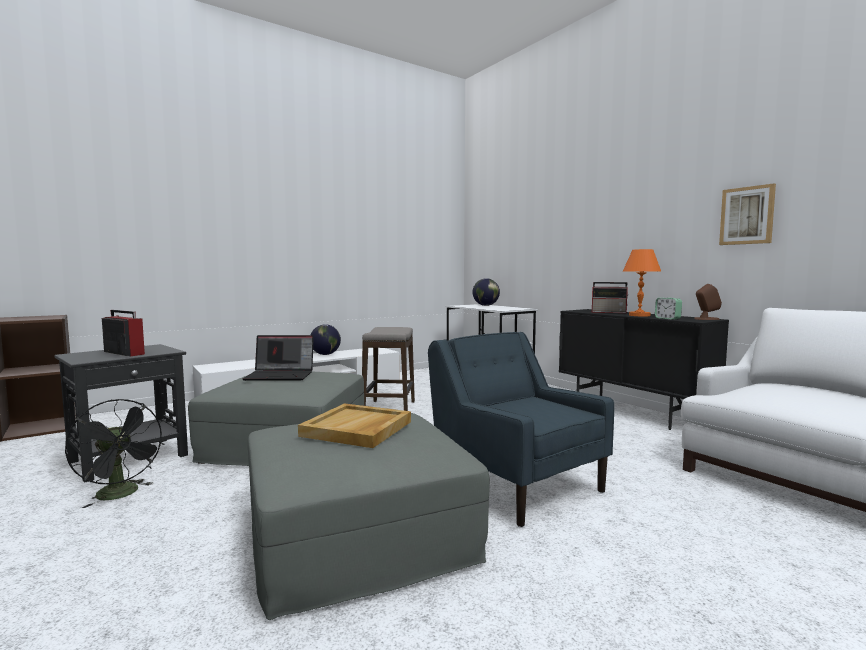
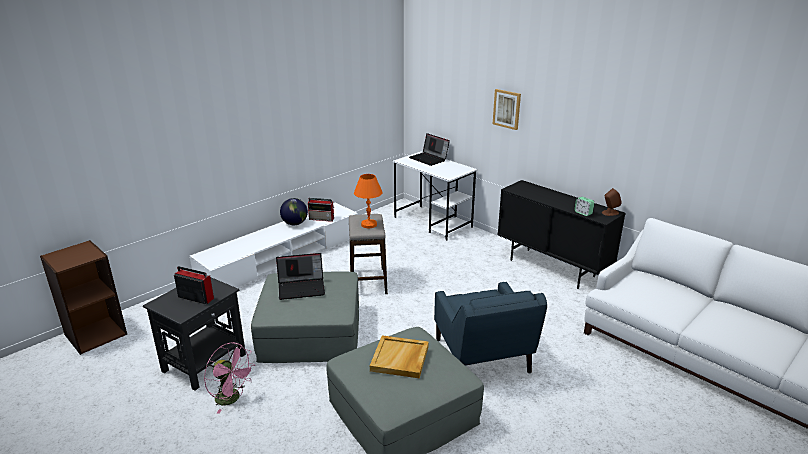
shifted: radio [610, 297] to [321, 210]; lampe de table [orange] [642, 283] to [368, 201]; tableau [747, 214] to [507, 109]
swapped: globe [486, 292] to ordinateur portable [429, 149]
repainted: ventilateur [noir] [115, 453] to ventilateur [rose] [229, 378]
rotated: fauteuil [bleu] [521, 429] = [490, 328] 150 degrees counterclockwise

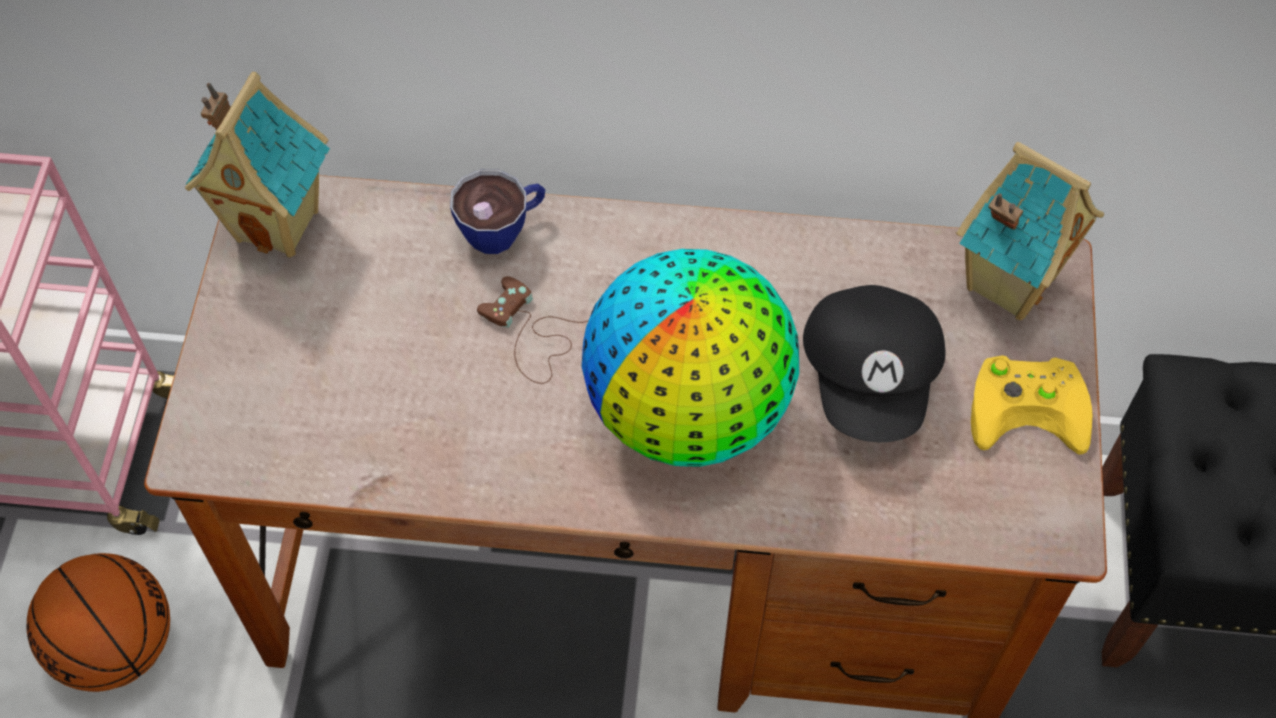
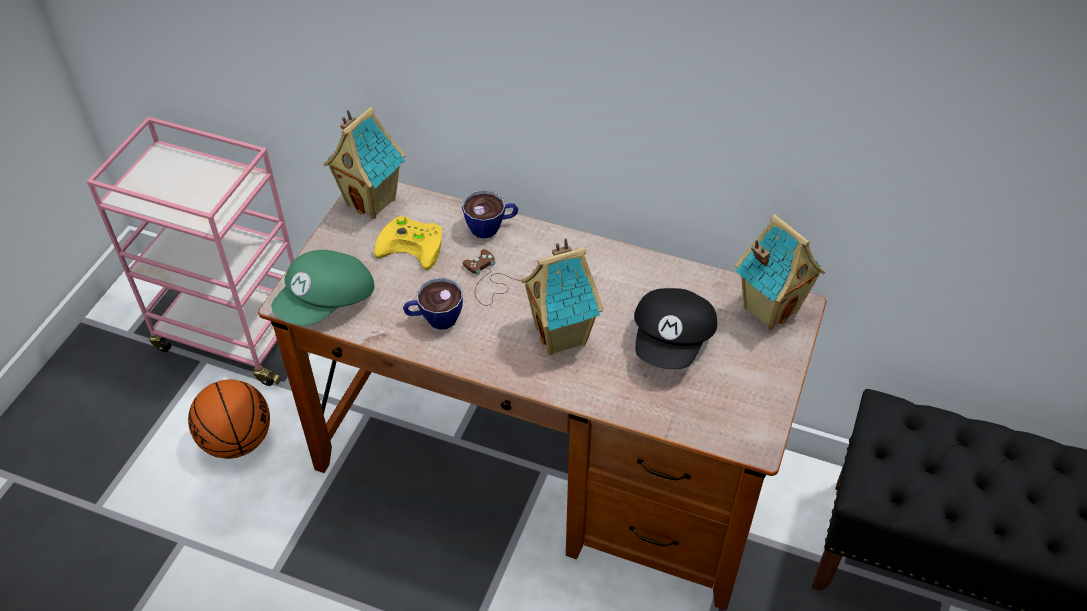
new: casquette [vert] [322, 288]; tasse [433, 304]
shifted: manette [jaune] [1031, 405] to [408, 243]
swapped: globe [690, 358] to maison miniature [562, 296]

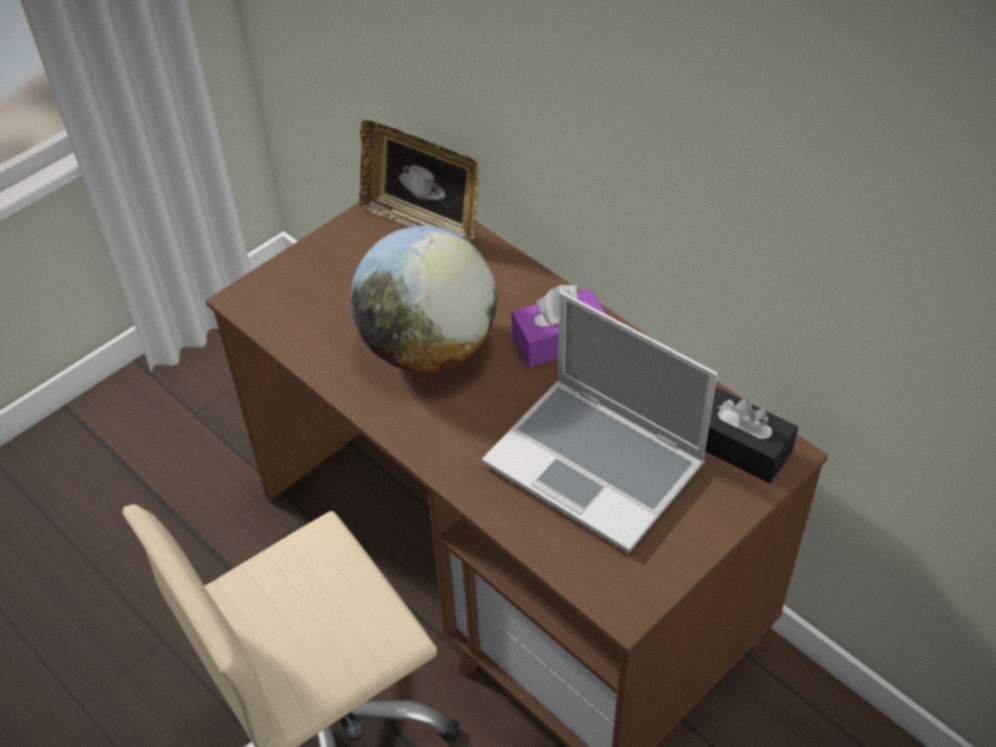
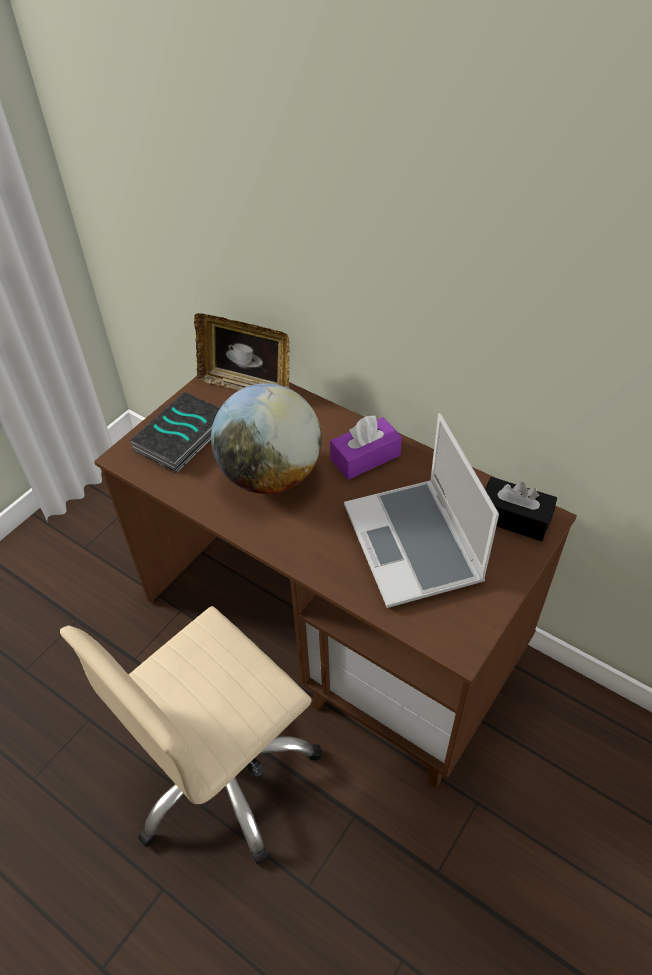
new: livre [175, 432]
rotated: ordinateur portable [599, 422] = [421, 510] 45 degrees clockwise

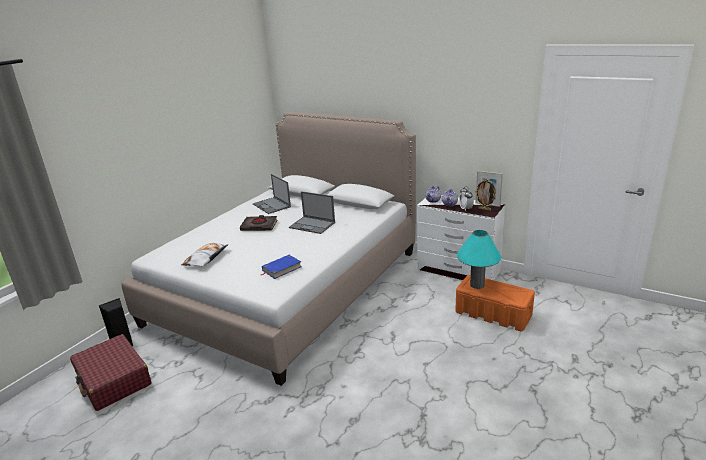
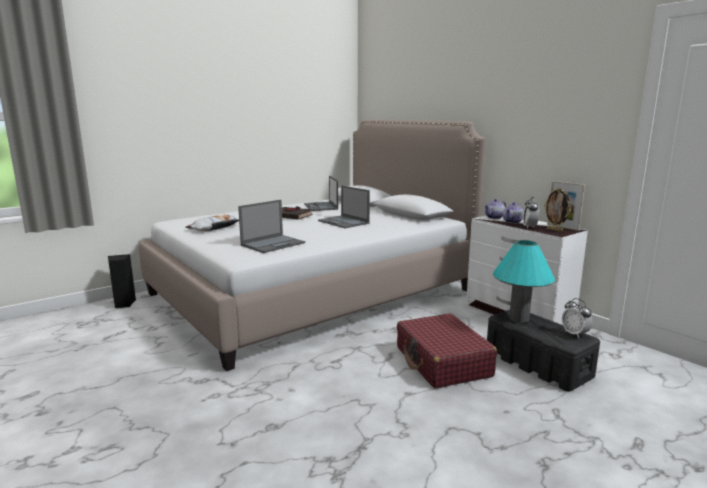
new: réveil [577, 318]
shifted: valise [rouge] [110, 372] to [447, 350]
swapped: livre [bleu] [281, 267] to ordinateur portable [271, 226]
repainted: boîte de rangement [orange] [495, 303] to boîte de rangement [noir] [543, 350]

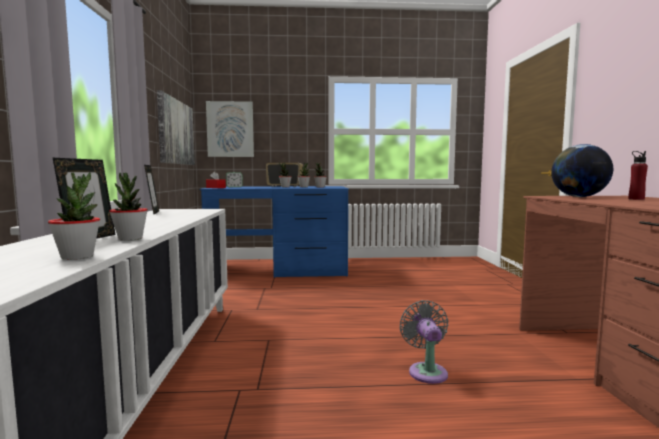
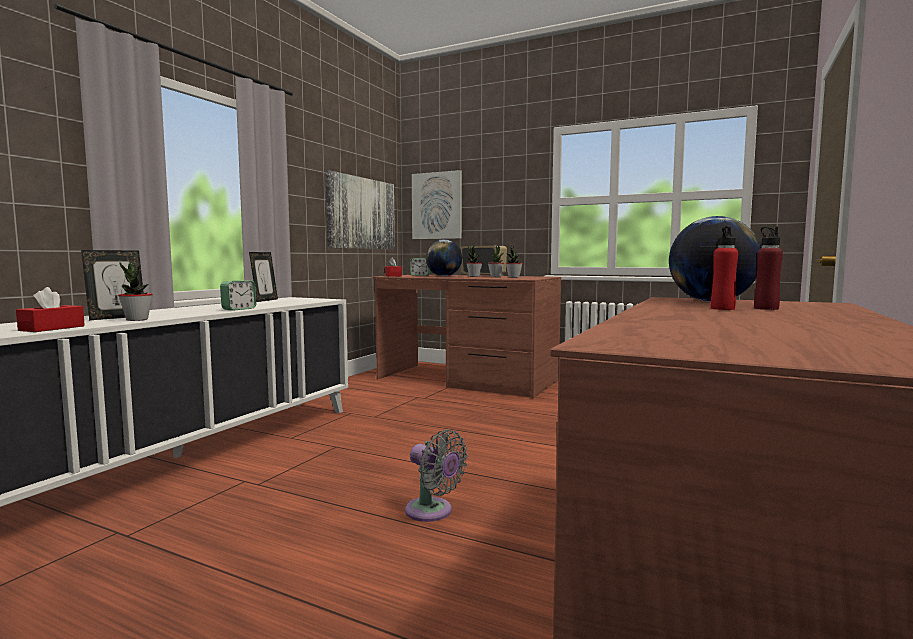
new: réveil [238, 295]; globe [444, 257]; bouteille [rouge] [724, 268]
swapped: plante en pot [74, 216] to boîte à mouchoirs [rouge] [50, 309]
repainted: bureau [bleu] [274, 232] to bureau [marron] [467, 336]
rotated: ventilateur [gris] [423, 342] = [436, 475] 105 degrees clockwise

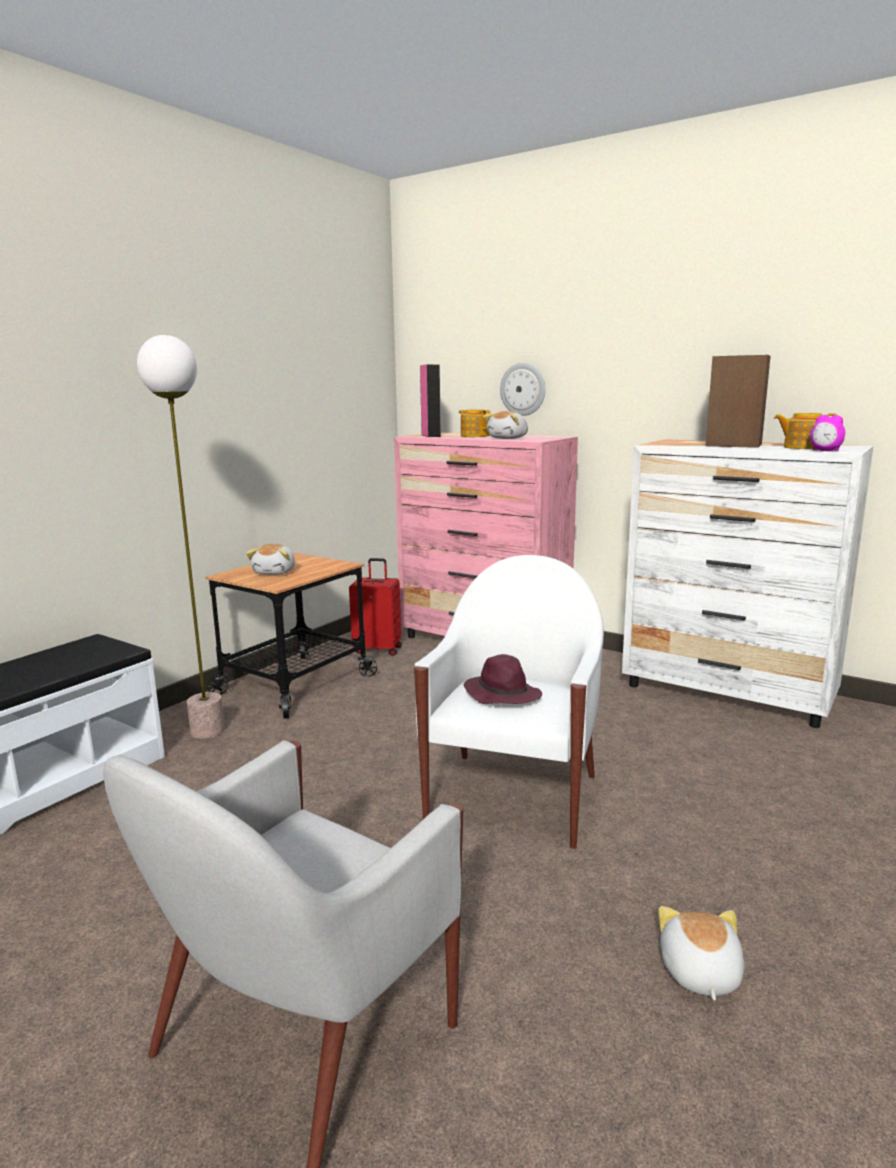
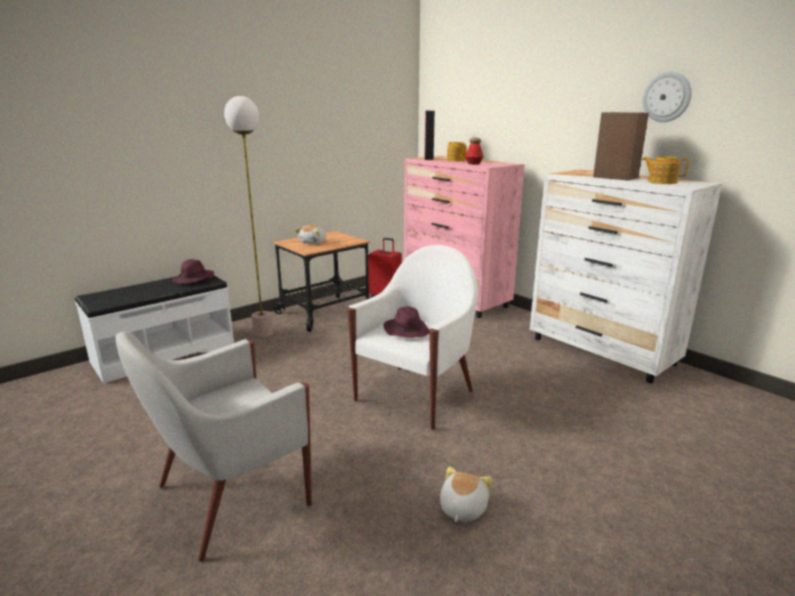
gone: réveil [827, 433]
new: chapeau [violet] [193, 271]
shifted: horloge murale [523, 389] to [667, 97]
swapped: peluche [505, 425] to bouteille [474, 151]

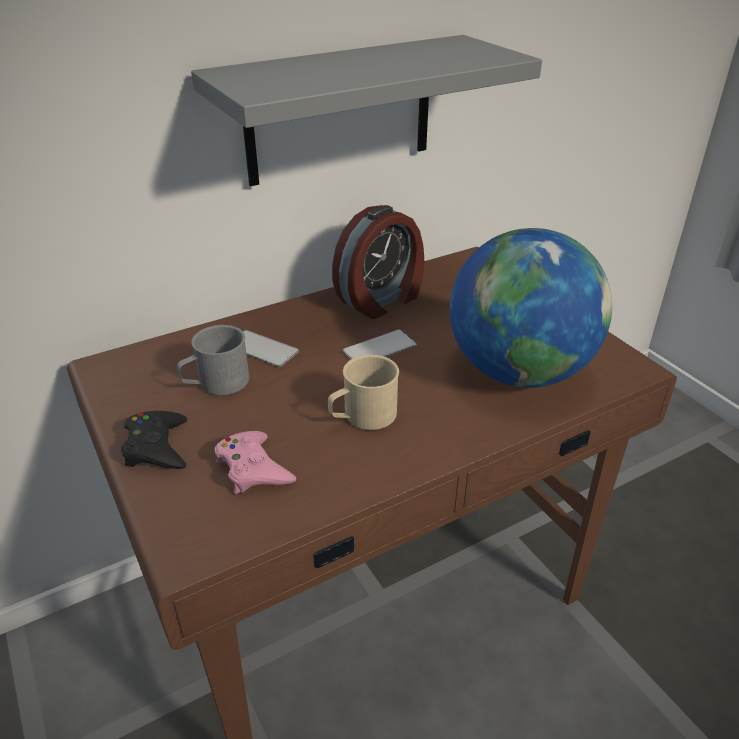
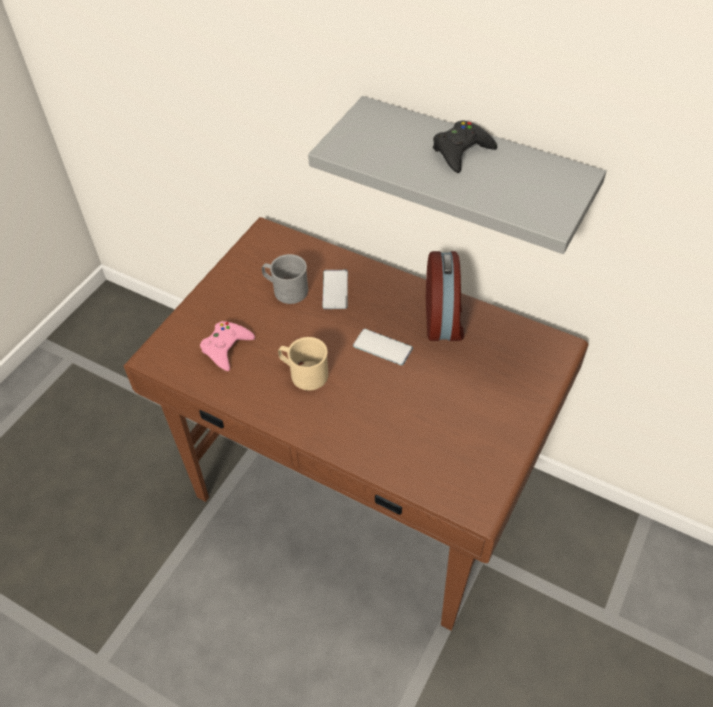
gone: globe [531, 308]
shifted: manette [noir] [154, 440] to [465, 146]
rotated: réveil [378, 262] = [445, 296] 105 degrees counterclockwise

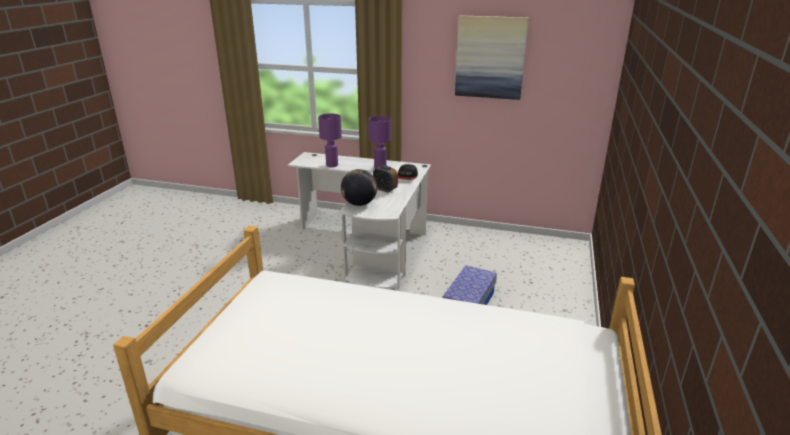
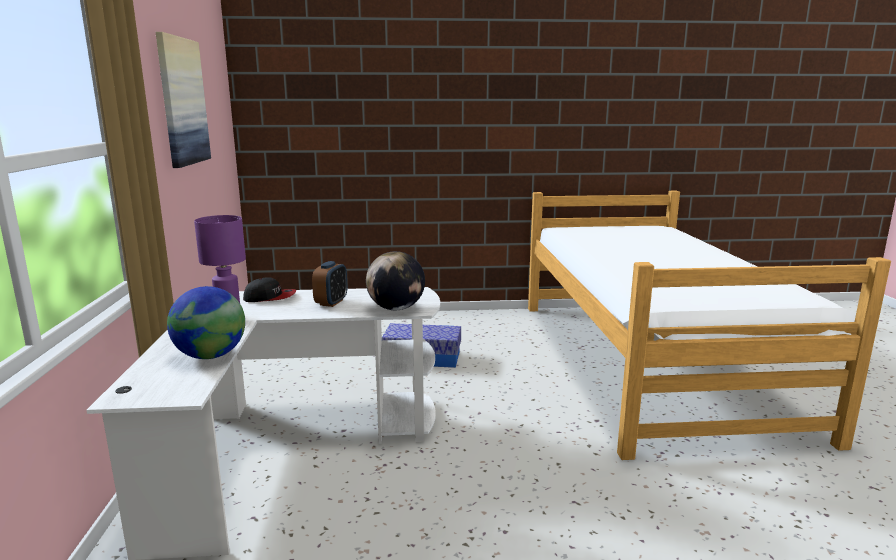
swapped: lampe de table [violet] [330, 140] to globe [206, 322]

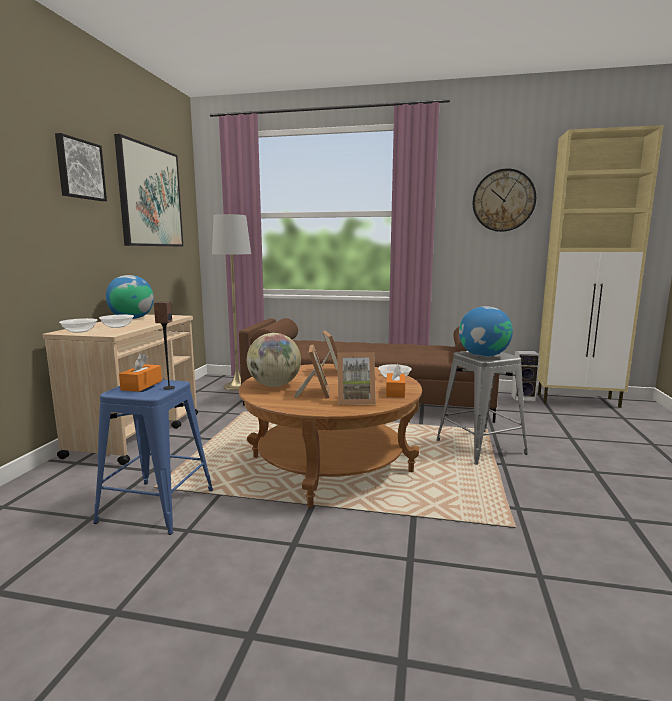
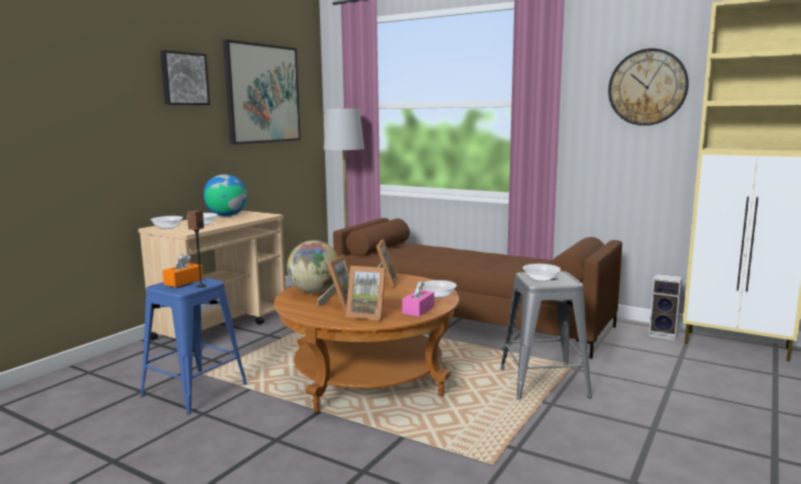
swapped: globe [486, 331] to bol [542, 273]
repainted: boîte à mouchoirs [orange] [395, 381] to boîte à mouchoirs [rose] [418, 299]

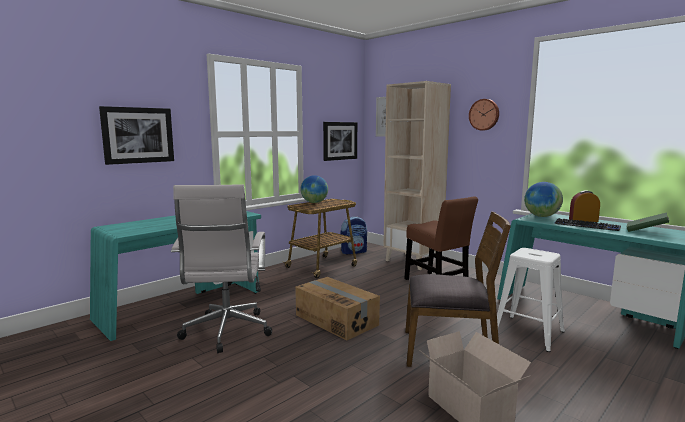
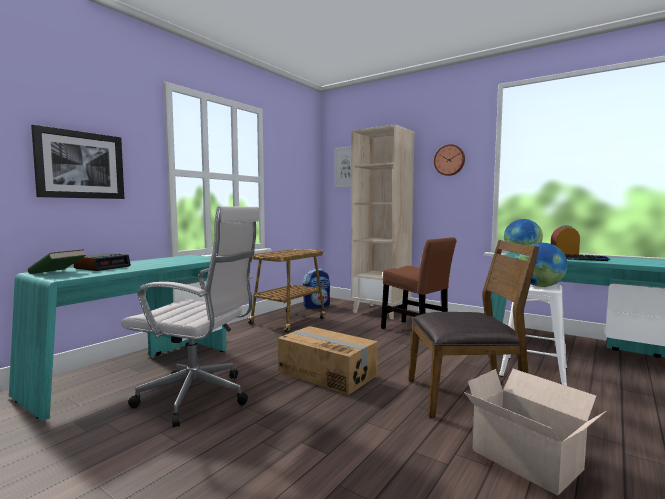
gone: tableau [340, 141]
new: réveil [102, 262]
shifted: globe [314, 189] to [543, 265]; livre [vert] [647, 222] to [57, 261]
rotated: chaise de bureau [blanc] [221, 268] = [190, 316] 60 degrees counterclockwise

